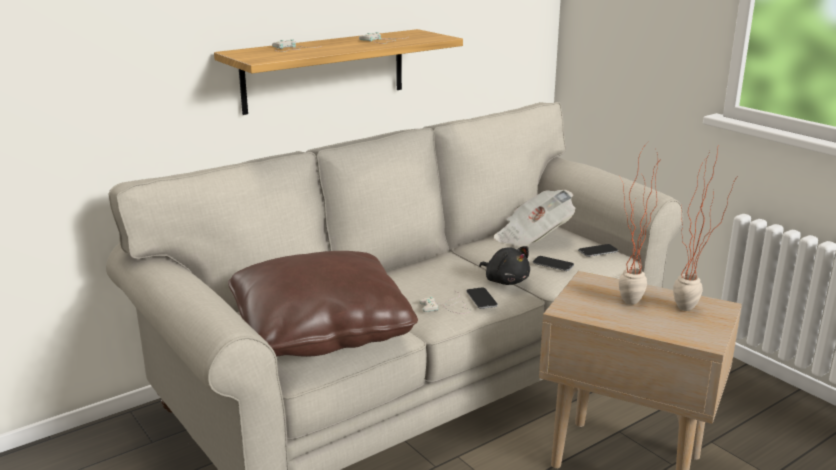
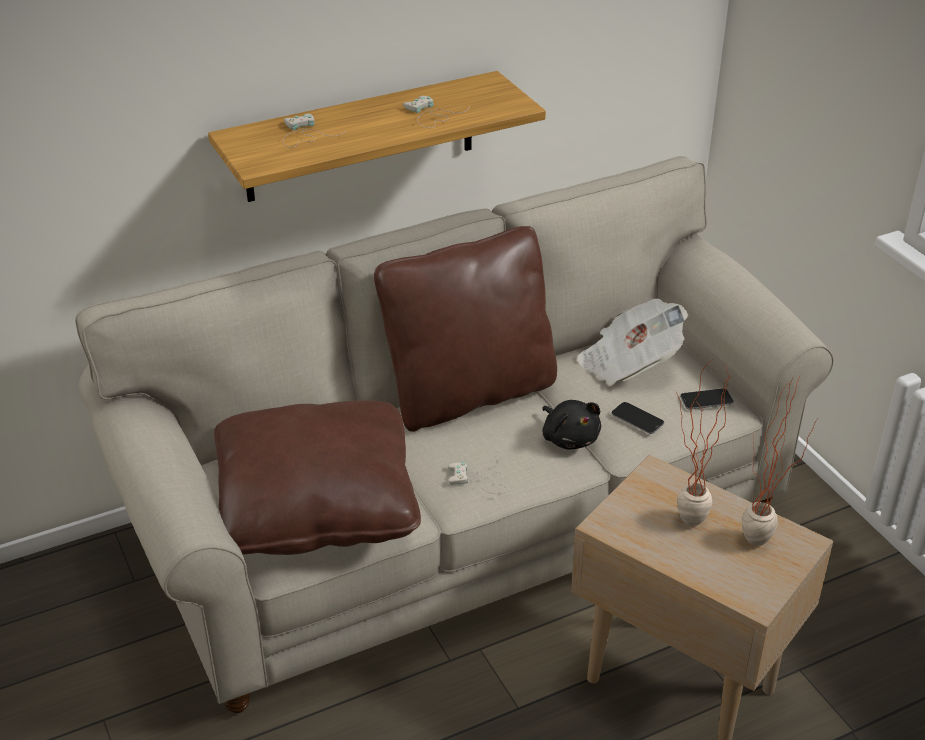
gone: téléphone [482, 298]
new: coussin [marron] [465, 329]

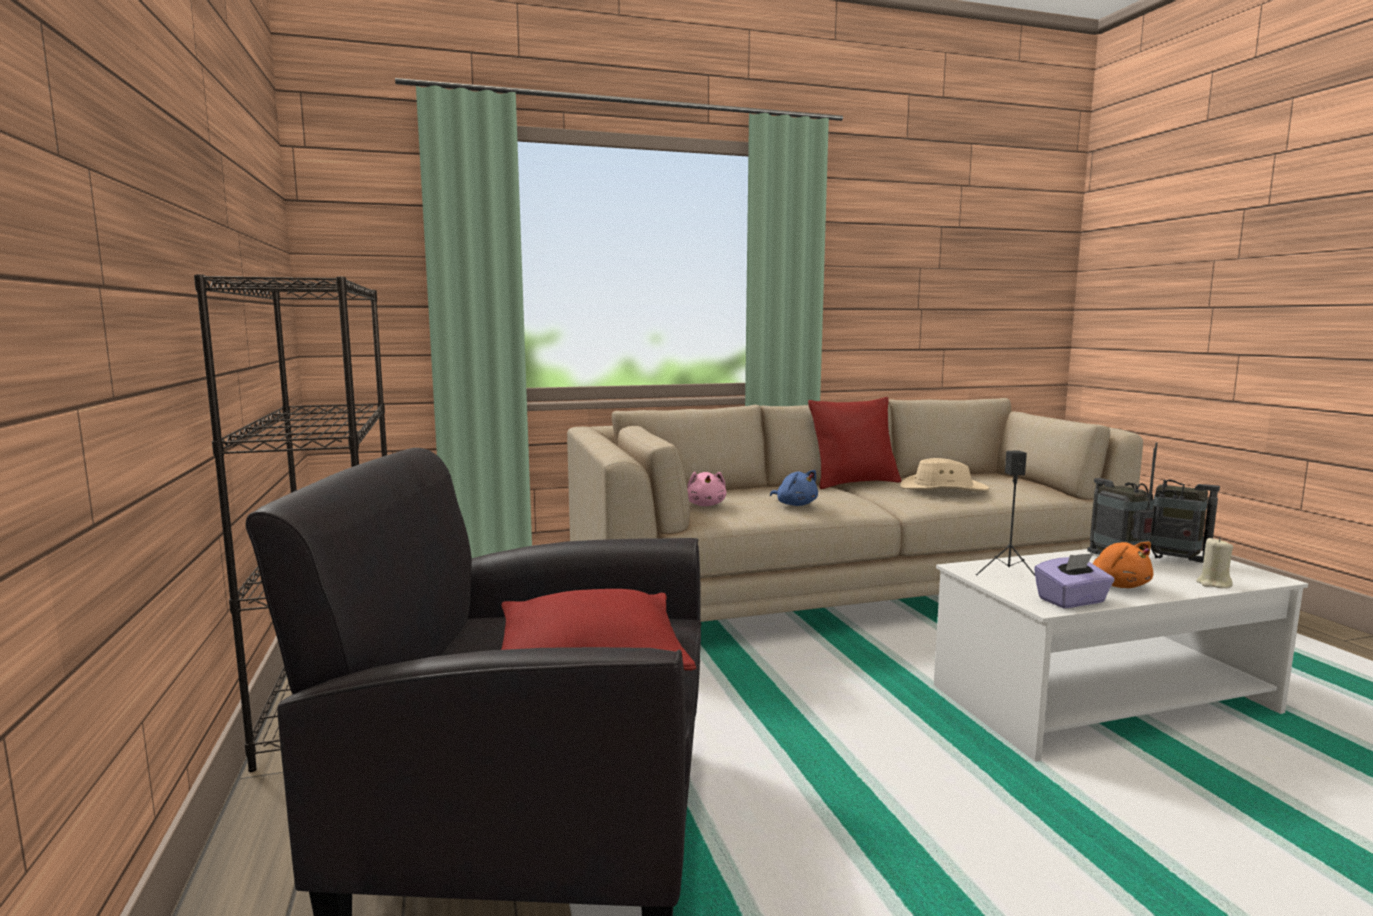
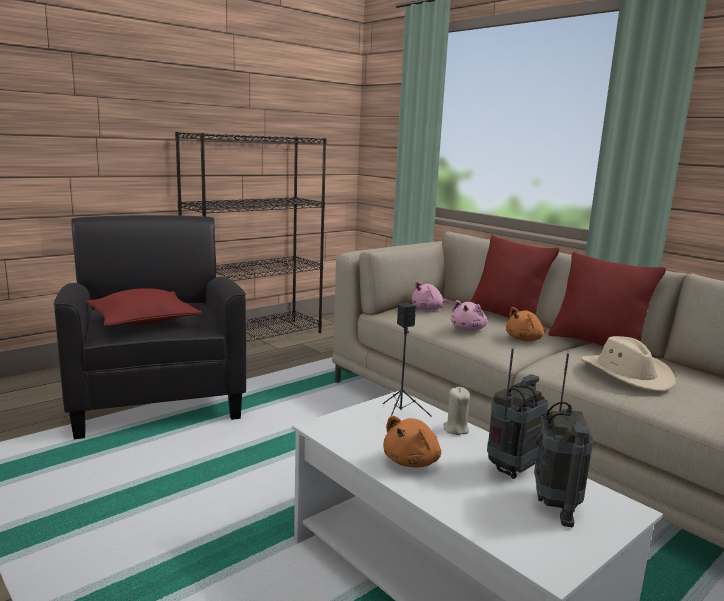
gone: boîte à mouchoirs [violet] [1074, 580]
new: coussin [rouge] [515, 276]; peluche [orange] [526, 324]
shifted: bougie [beige] [1214, 562] to [456, 411]
repainted: peluche [bleu] [794, 488] to peluche [rose] [469, 315]

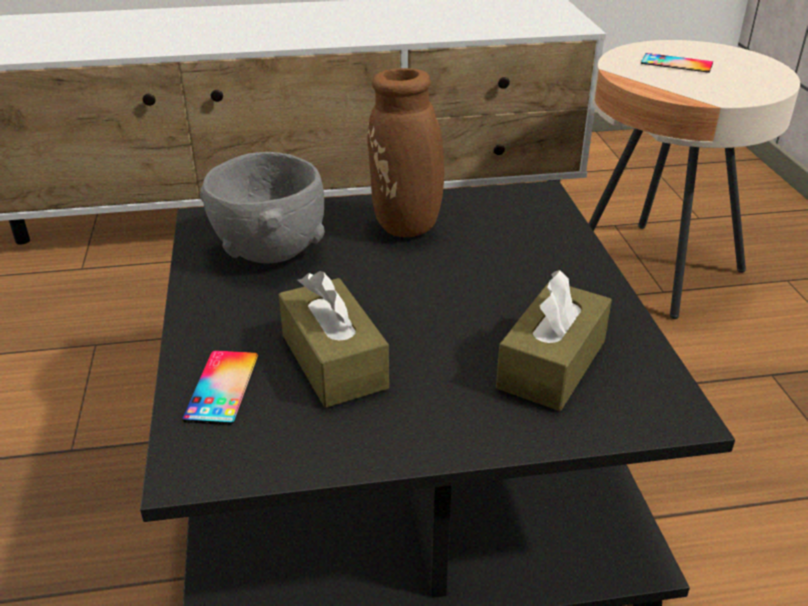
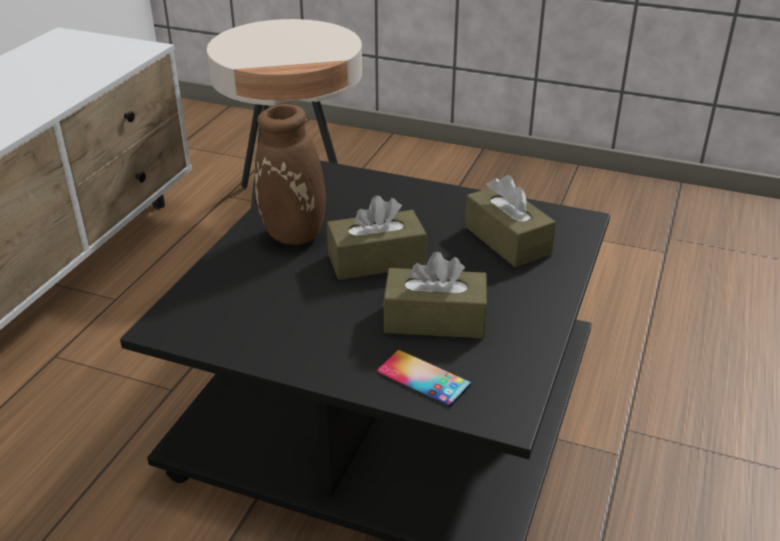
gone: bol [gris] [262, 207]; téléphone [677, 63]
new: boîte à mouchoirs [marron] [377, 237]

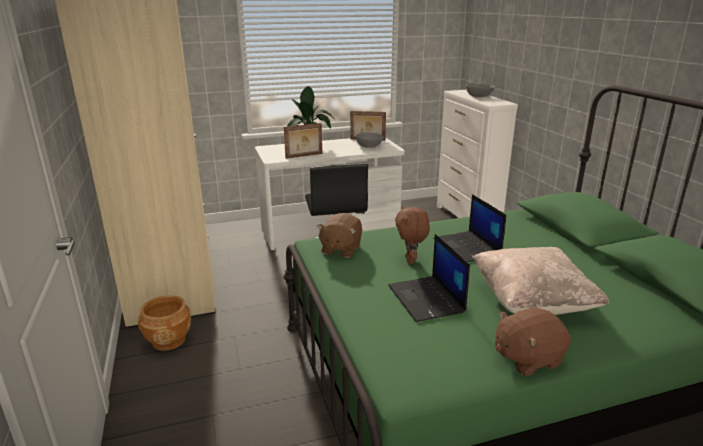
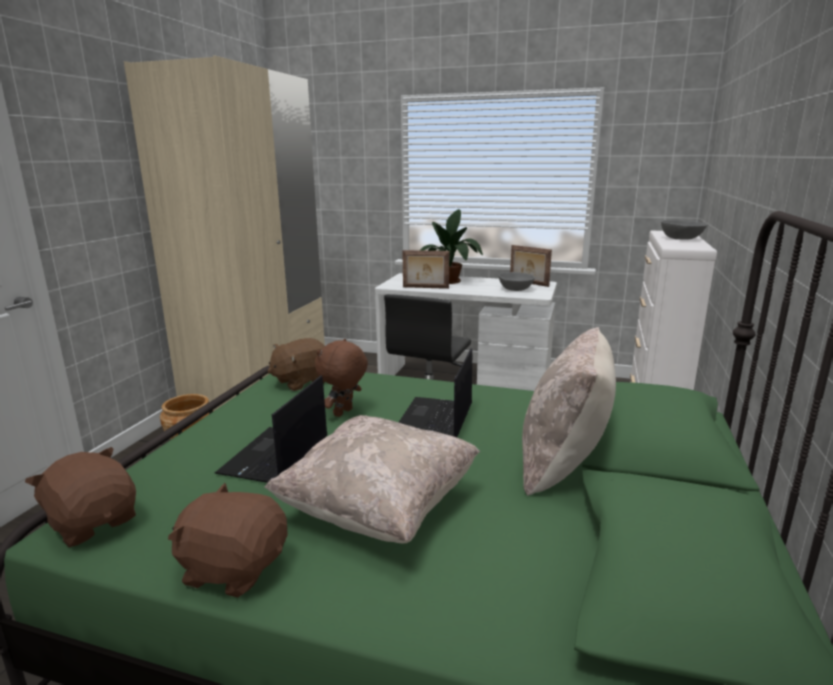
new: peluche [marron] [80, 497]; coussin [beige] [569, 411]

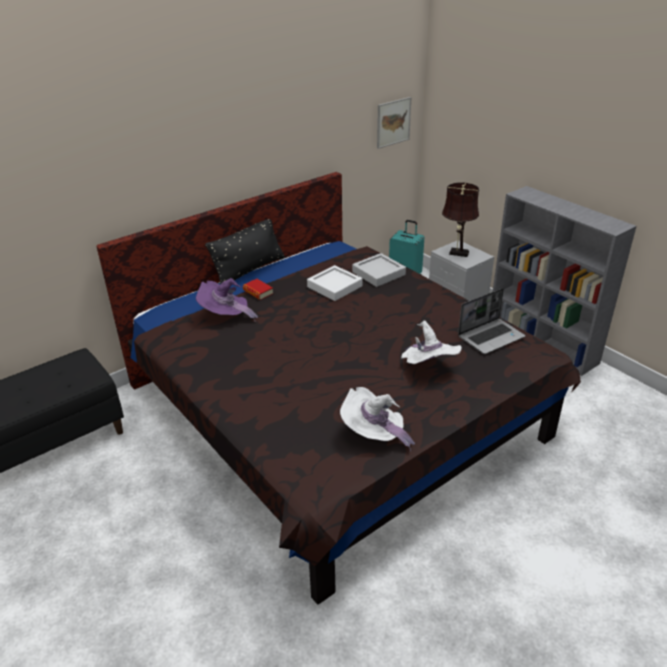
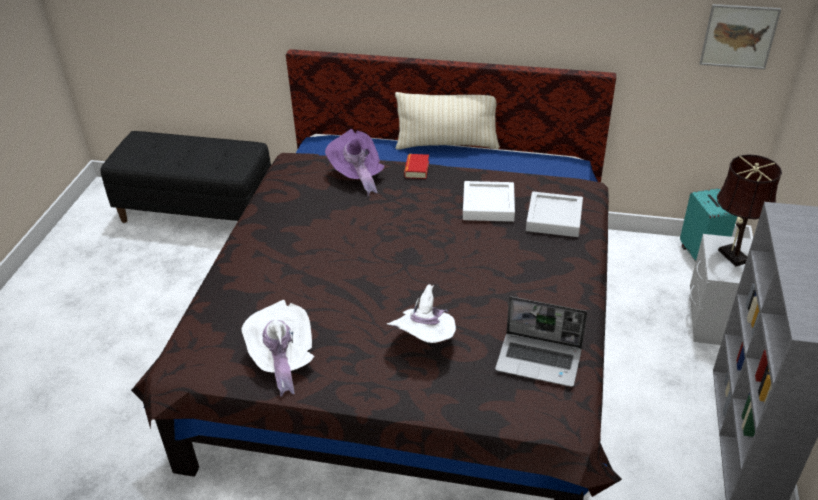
repainted: coussin [noir] [245, 251] to coussin [beige] [447, 120]

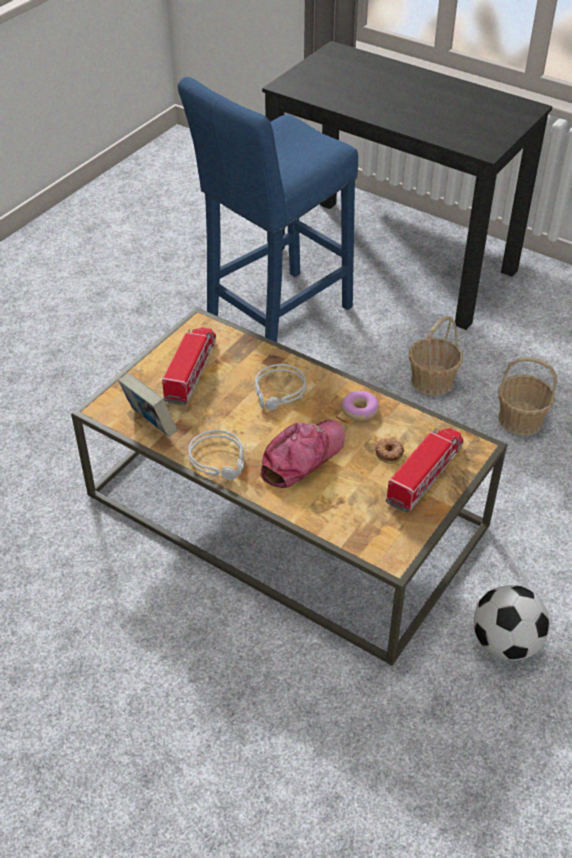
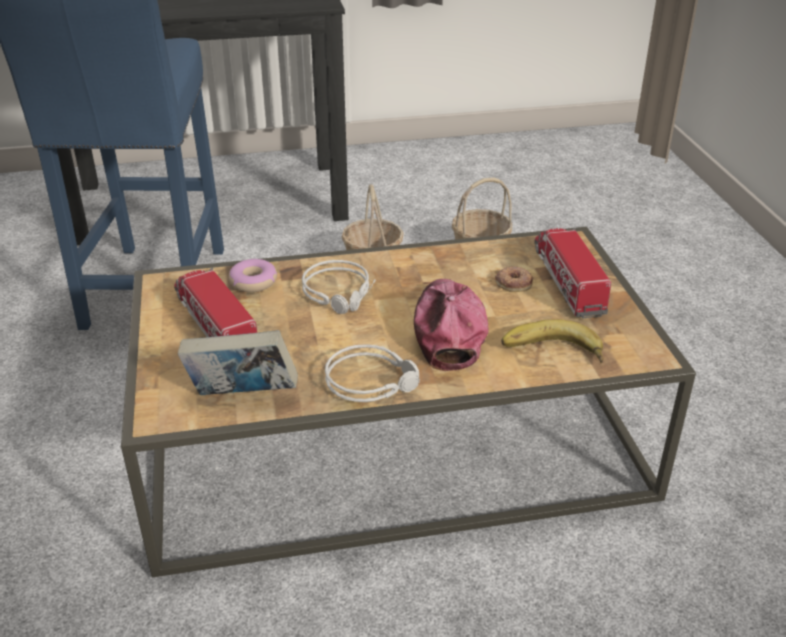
gone: ballon de foot [512, 623]
new: banane [552, 341]
shifted: beignet [360, 406] to [253, 275]

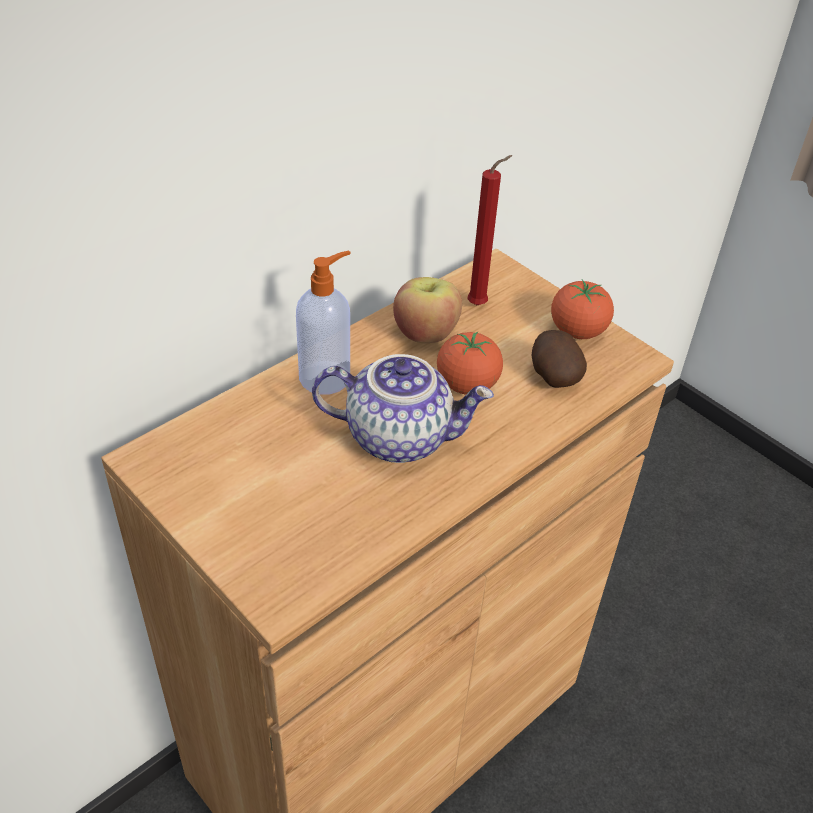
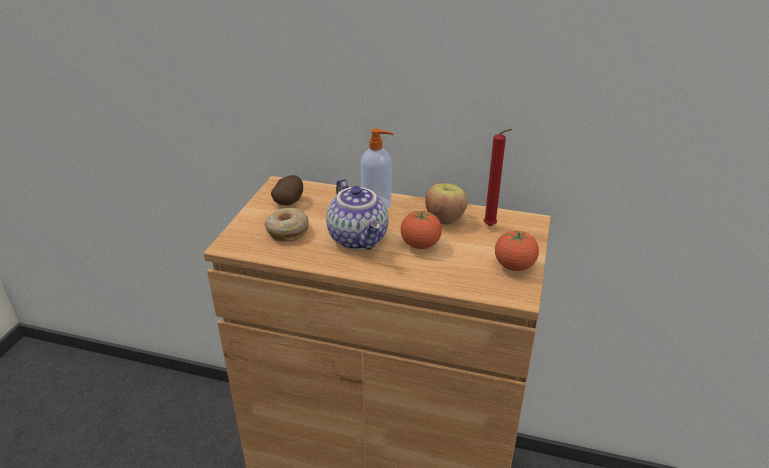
new: beignet [286, 225]
shifted: pomme de terre [559, 359] to [287, 190]

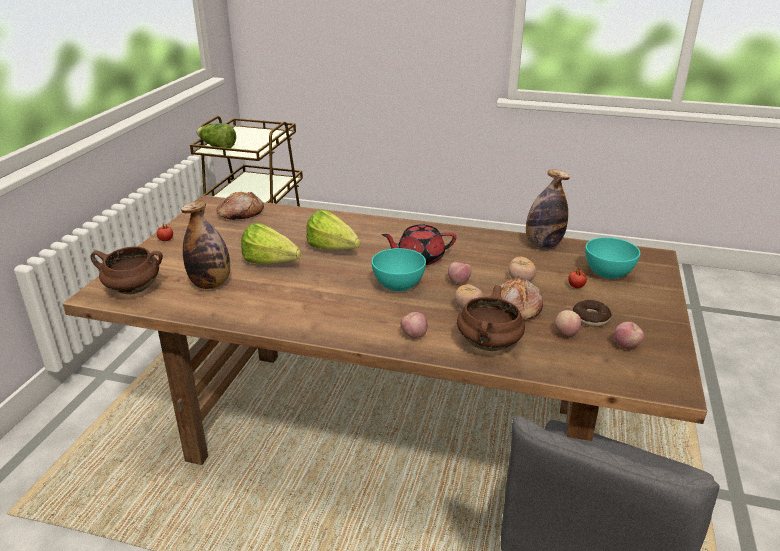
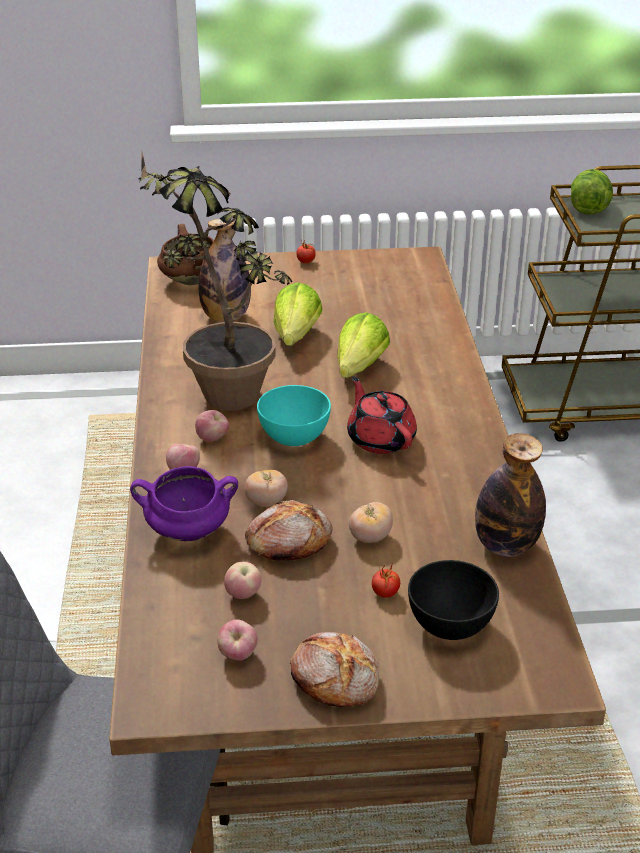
gone: beignet [592, 313]
new: plante en pot [215, 281]
shifted: pain [240, 206] to [334, 669]; pomme [460, 273] to [212, 426]
repainted: marmite [marron] [491, 318] to marmite [violet] [184, 503]; bol [turquoise] [612, 258] to bol [noir] [453, 600]

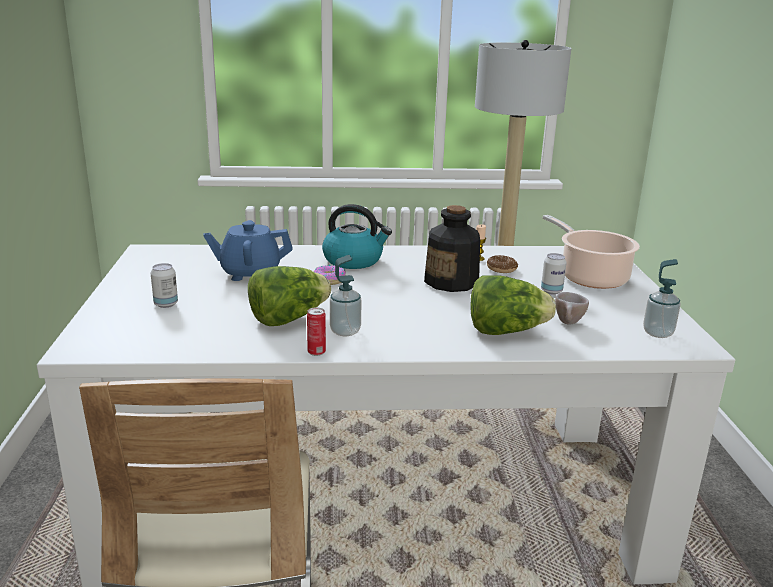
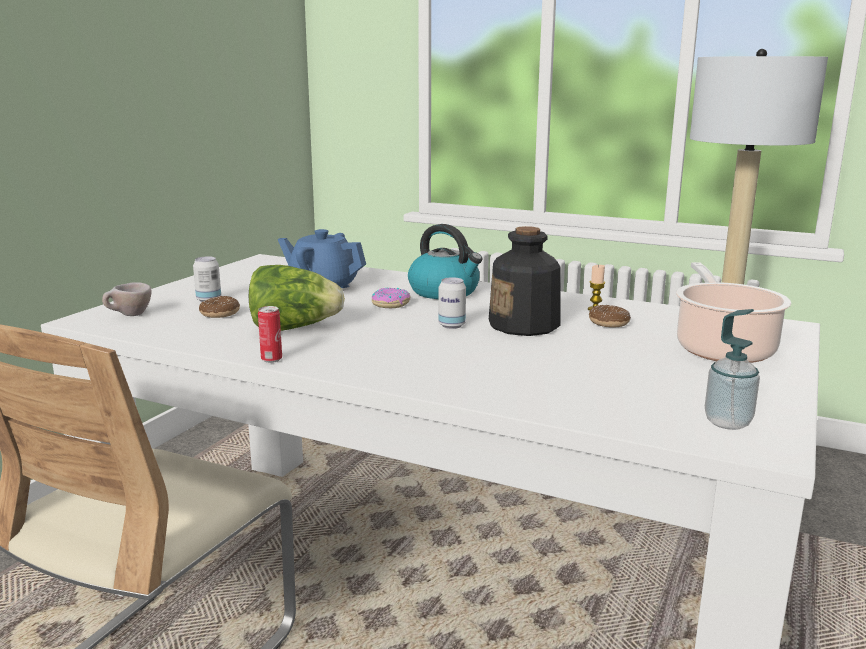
gone: distributeur de savon [345, 295]; laitue [513, 305]
new: beignet [219, 307]
shifted: boîte métallique [554, 274] to [452, 303]; tasse [beige] [572, 308] to [127, 299]

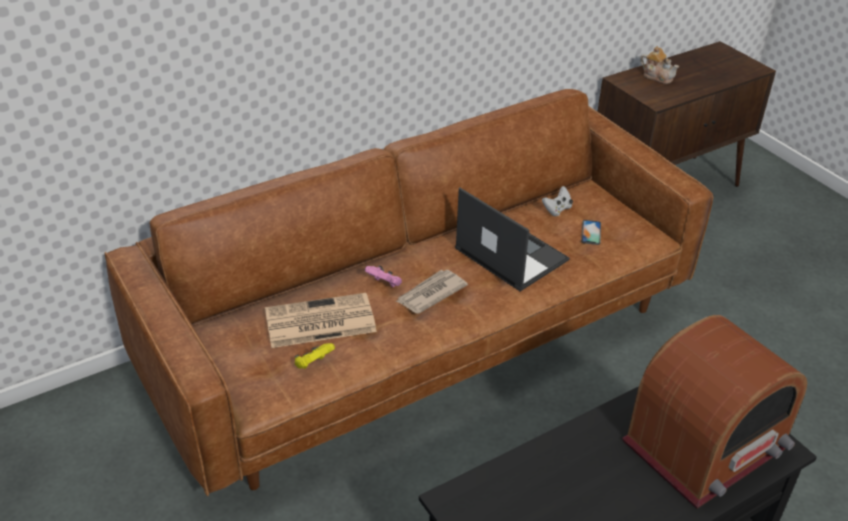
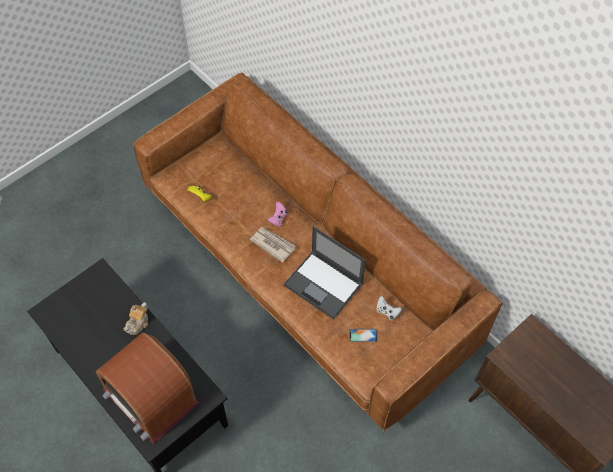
gone: journal [321, 320]
shifted: théière [659, 65] to [136, 318]
rotated: ordinateur portable [512, 239] = [324, 273] 90 degrees clockwise

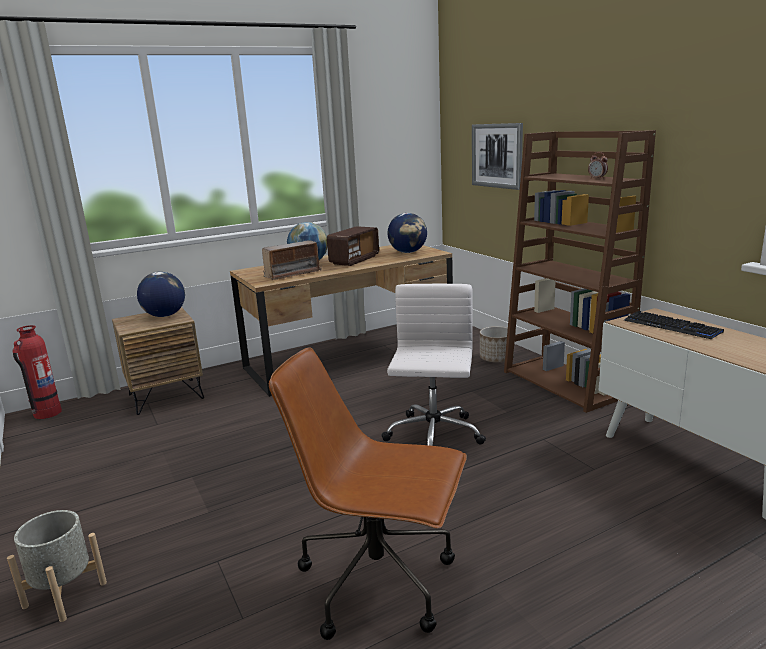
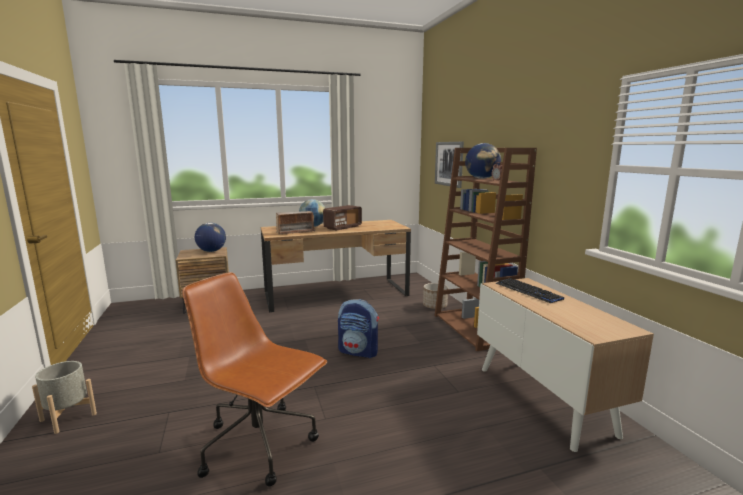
gone: extincteur [37, 372]
shifted: globe [407, 233] to [483, 161]
swapped: chaise de bureau [blanc] [433, 365] to sac à dos [358, 328]

